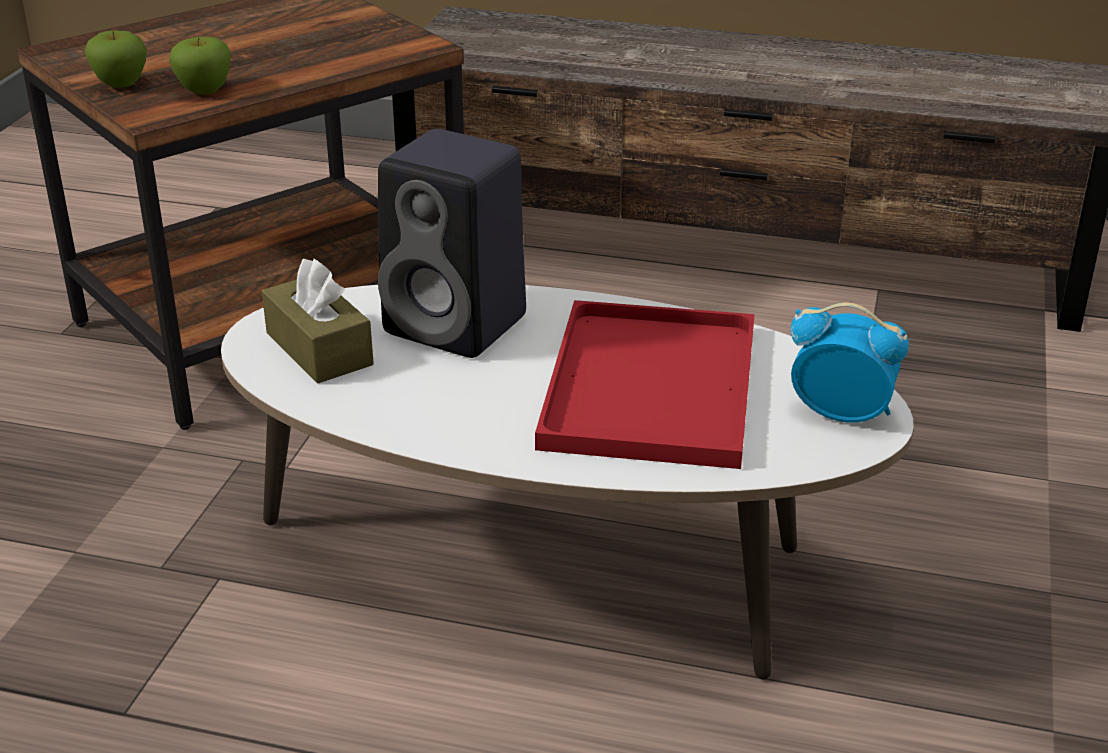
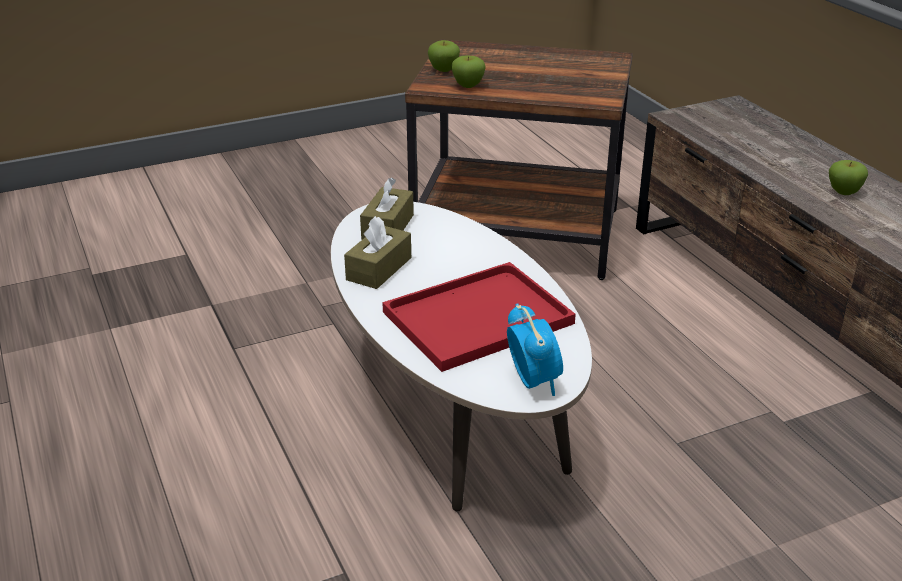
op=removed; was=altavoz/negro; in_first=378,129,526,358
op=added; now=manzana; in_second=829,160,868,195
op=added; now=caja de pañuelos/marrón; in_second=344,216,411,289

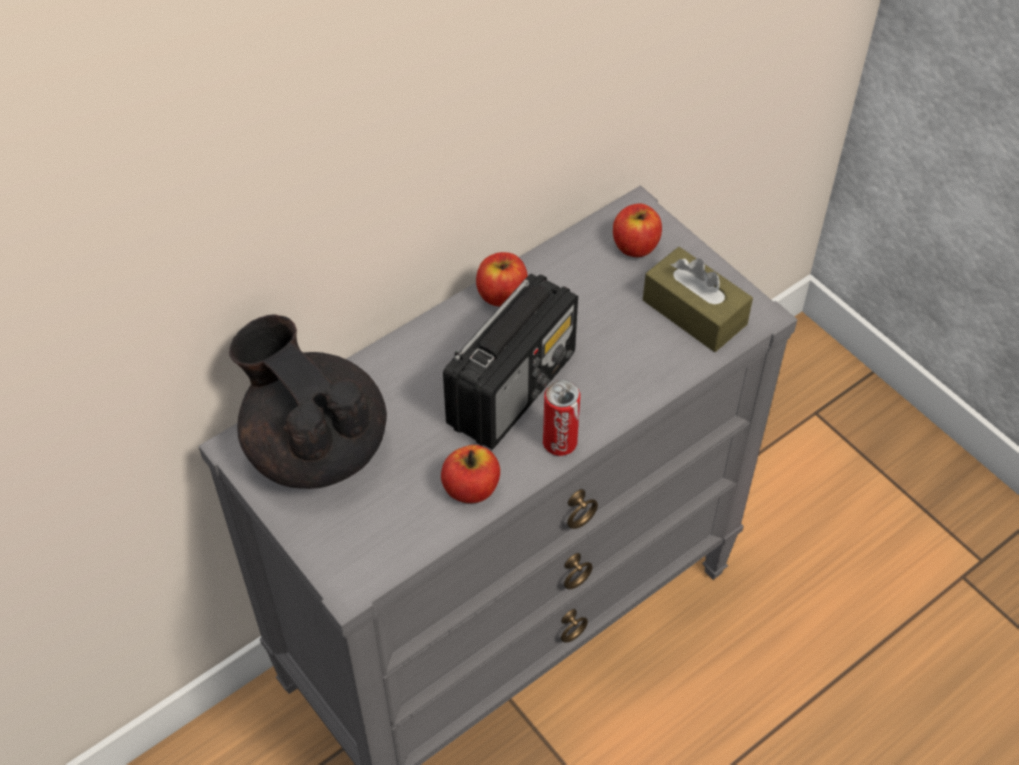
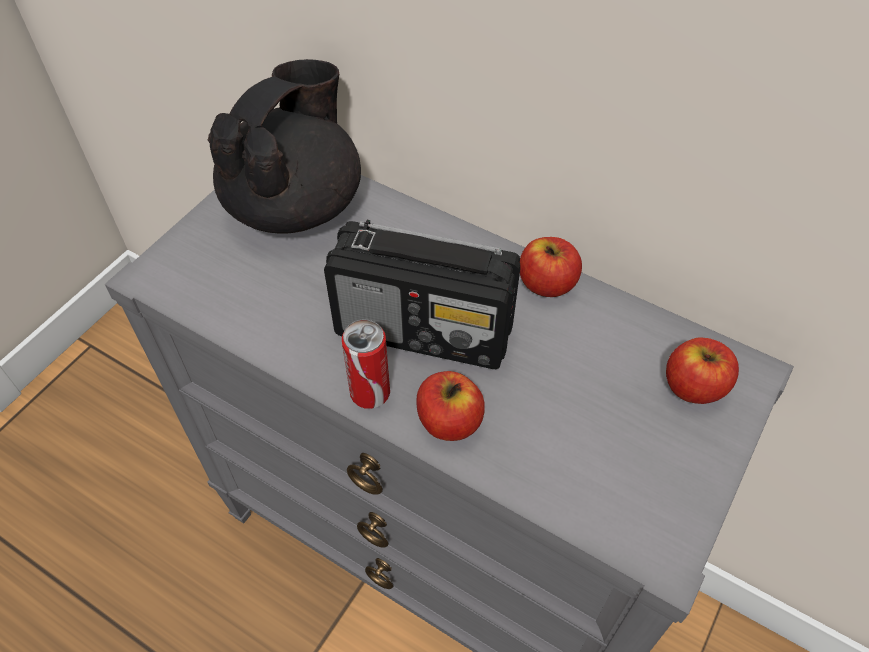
op=removed; was=caja de pañuelos/marrón; in_first=643,247,753,352
op=moved; was=manzana; in_first=441,445,500,503; in_second=416,371,485,441

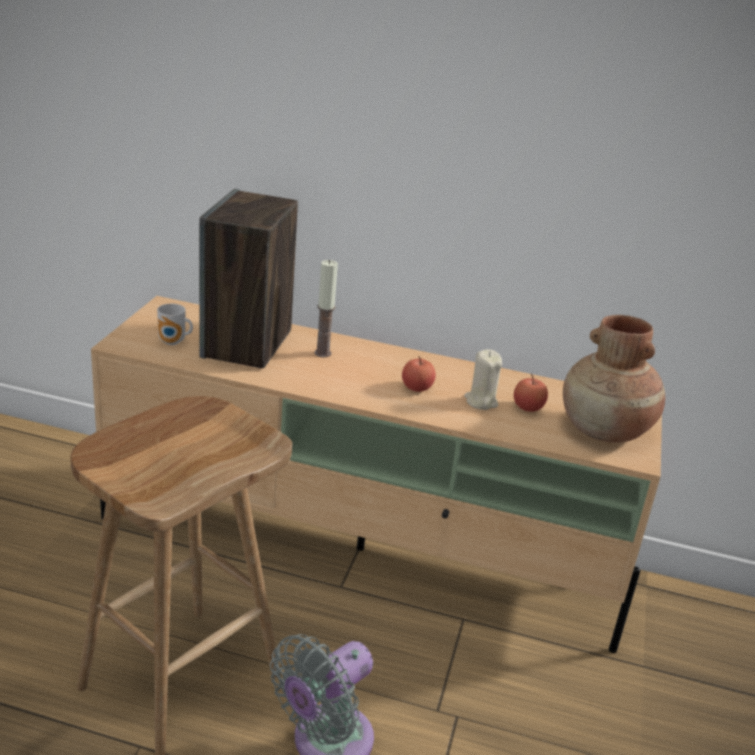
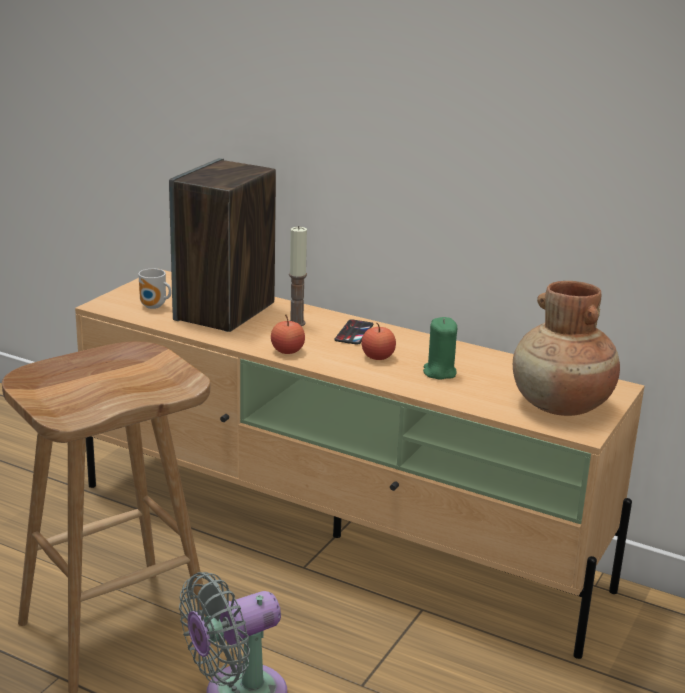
op=recoloured; was=vela/beis; now=vela/verde; in_first=464,349,502,410; in_second=423,317,457,380
op=moved; was=manzana; in_first=514,373,548,412; in_second=271,315,305,354
op=added; now=móvil; in_second=335,319,373,345

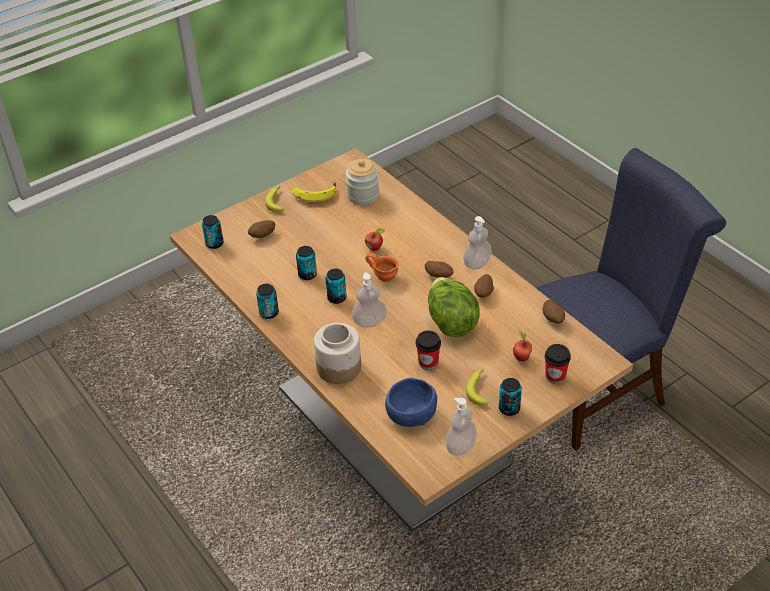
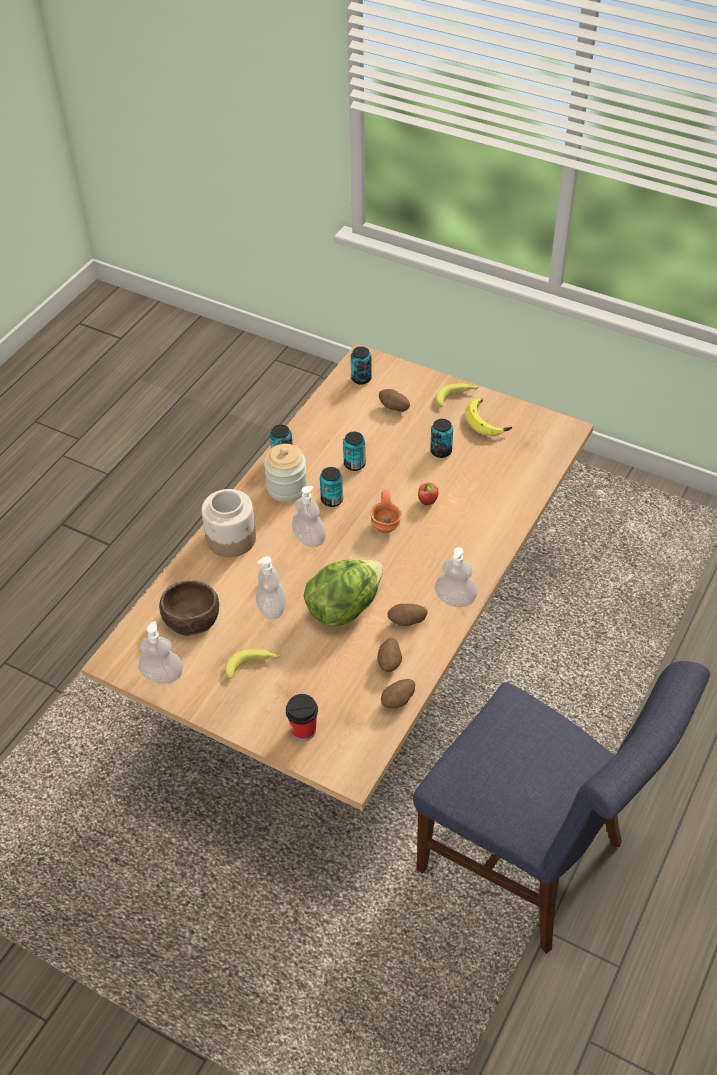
op=moved; was=tarro; in_first=346,159,379,205; in_second=264,444,307,502
op=moved; was=patata; in_first=425,261,453,278; in_second=377,638,402,672
op=replaced; was=taza; now=dispensador de jabón; in_first=416,330,441,370; in_second=256,557,286,620
op=removed; was=manzana; in_first=513,331,532,361
op=recoloured; was=cuenco/azul; now=cuenco/marrón; in_first=385,378,437,427; in_second=159,580,219,636
op=moved; was=lata; in_first=499,378,522,416; in_second=430,419,453,458

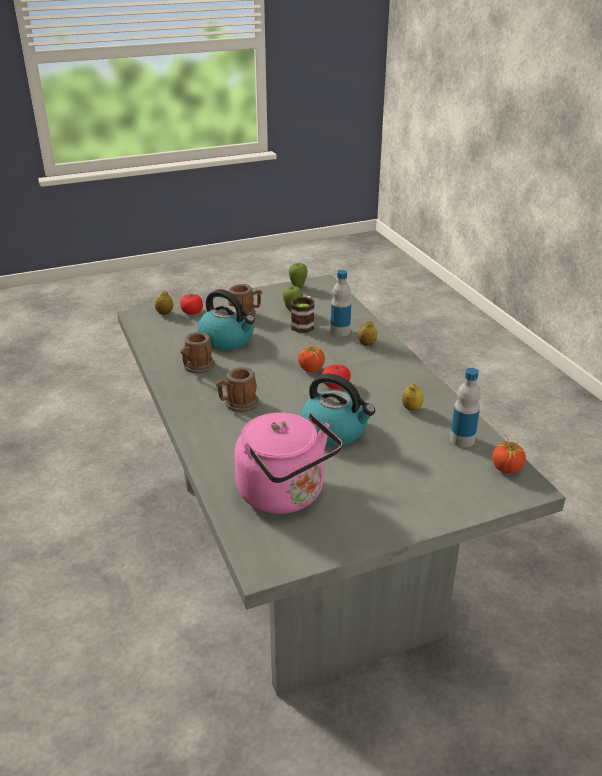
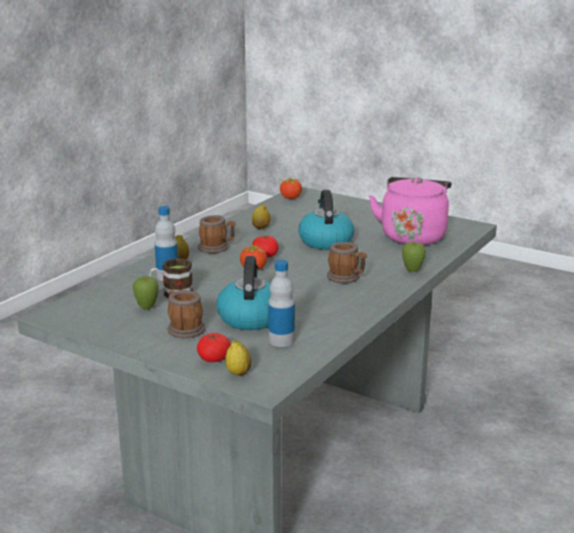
op=moved; was=manzana; in_first=288,263,308,288; in_second=402,242,426,272
op=moved; was=taza grande; in_first=181,332,215,373; in_second=198,215,236,253
op=moved; was=botella; in_first=450,368,481,447; in_second=268,260,295,347

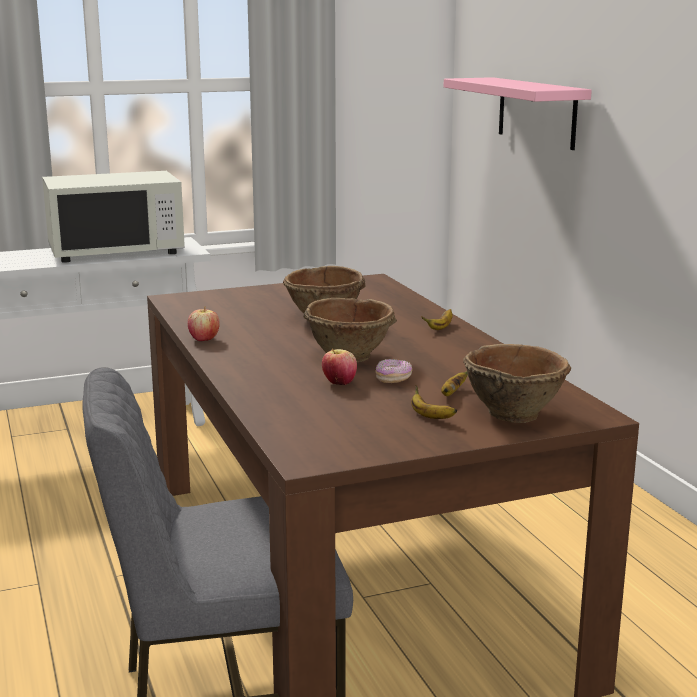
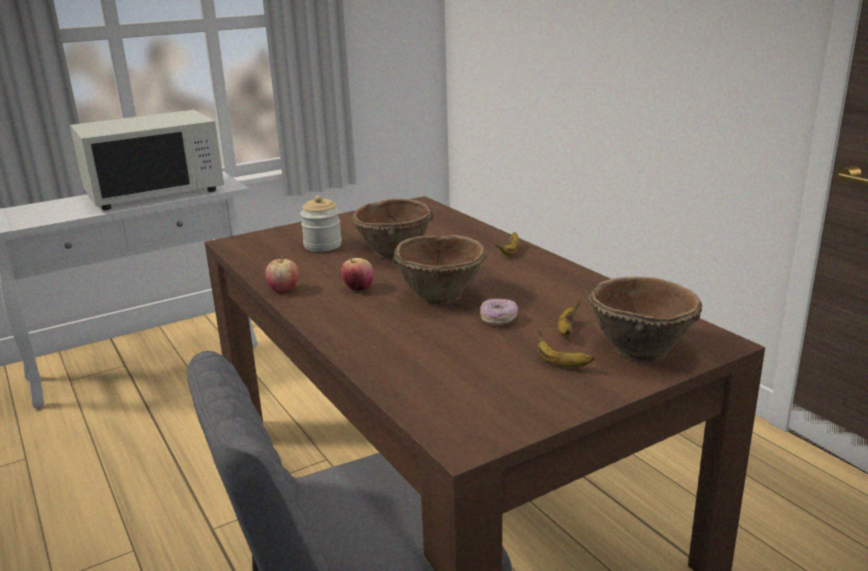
op=removed; was=estante/rosa; in_first=444,77,592,150
op=moved; was=manzana; in_first=322,349,357,385; in_second=341,258,374,291
op=added; now=tarro; in_second=300,195,342,252

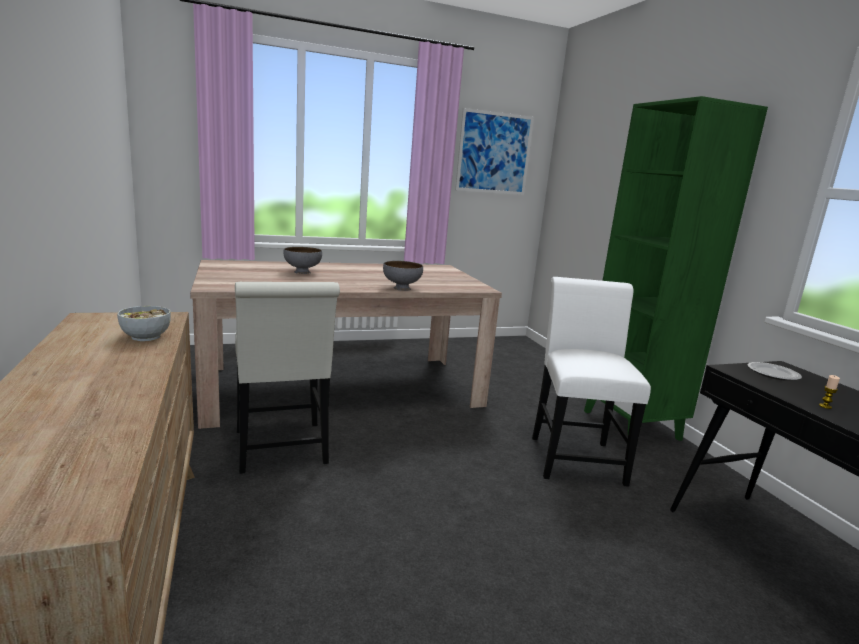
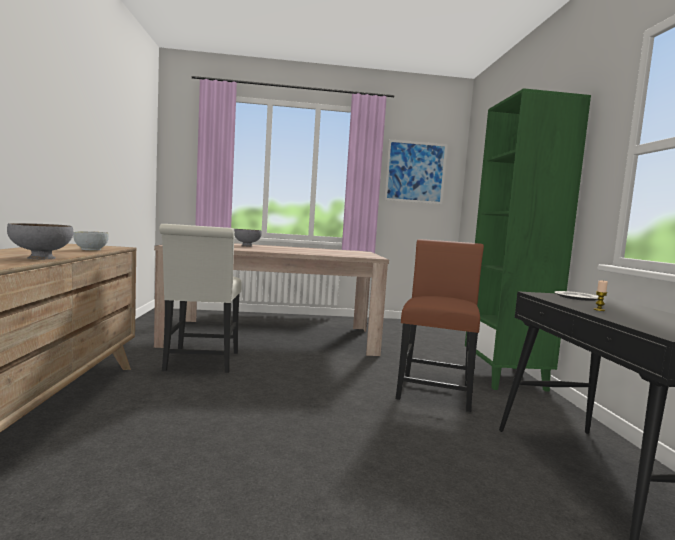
op=moved; was=cuenco/gris; in_first=383,261,423,291; in_second=7,223,73,259
op=recoloured; was=silla/blanco; now=silla/marrón; in_first=532,277,651,487; in_second=396,239,484,412

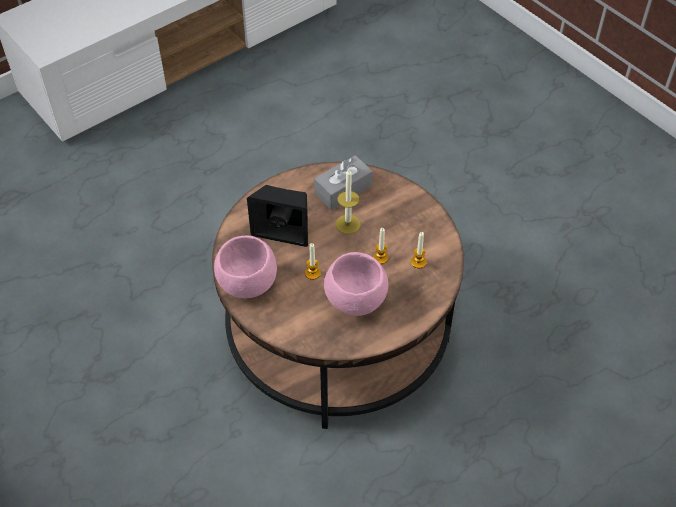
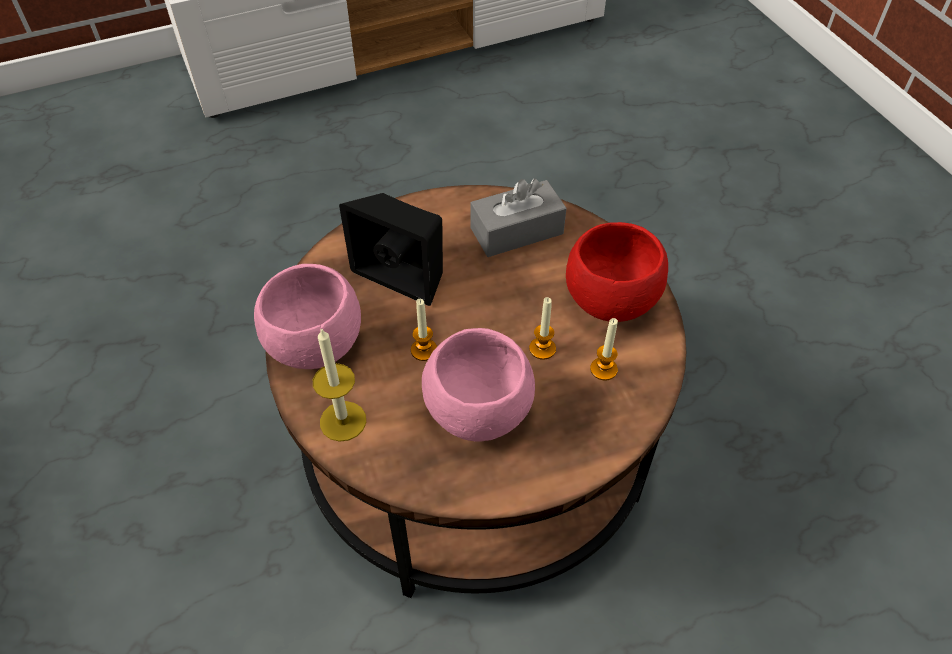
op=moved; was=vela; in_first=336,169,361,234; in_second=313,328,366,442
op=added; now=cuenco/rojo; in_second=566,222,668,322

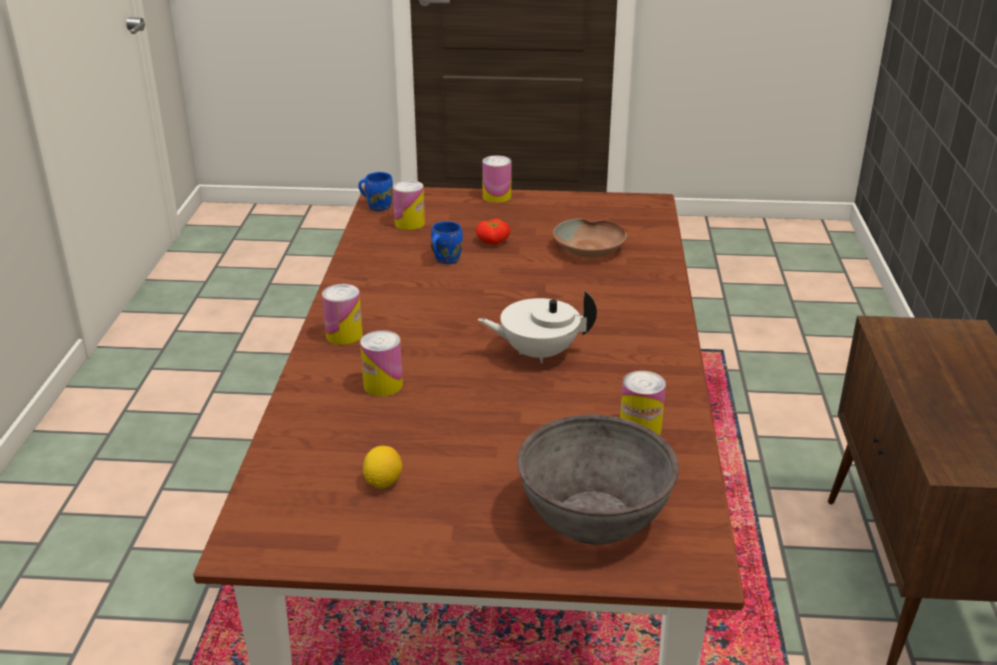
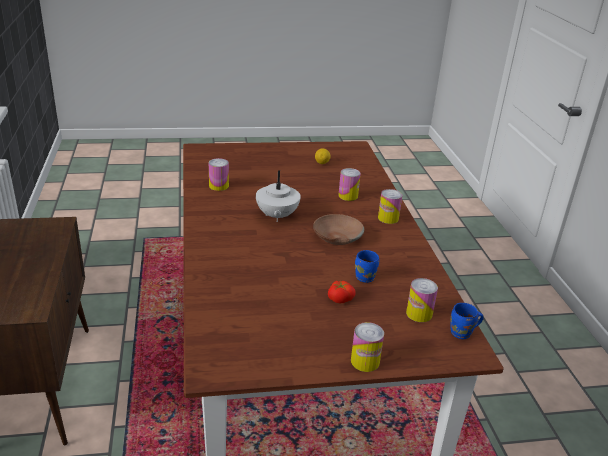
op=moved; was=cuenco/marrón; in_first=553,218,627,258; in_second=313,214,364,245
op=turned; was=tetera/blanco; in_first=478,291,597,363; in_second=256,170,301,222; clockwise=105
op=removed; was=cuenco/gris; in_first=517,415,679,545

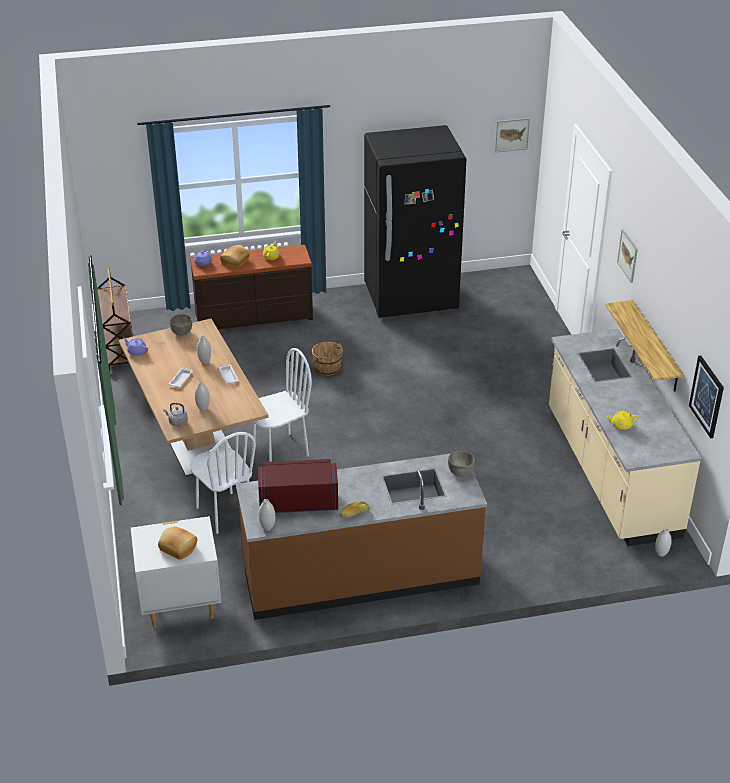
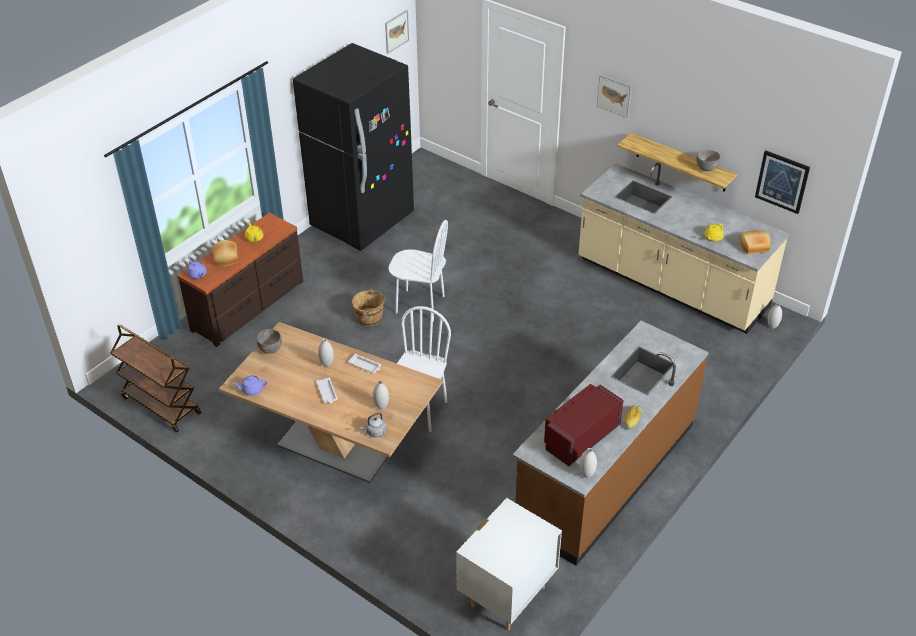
op=moved; was=silla/blanco; in_first=190,432,256,534; in_second=388,220,448,321
op=moved; was=cuenco/gris; in_first=448,451,475,477; in_second=696,150,720,171
op=moved; was=pan; in_first=158,526,197,560; in_second=740,230,770,254

